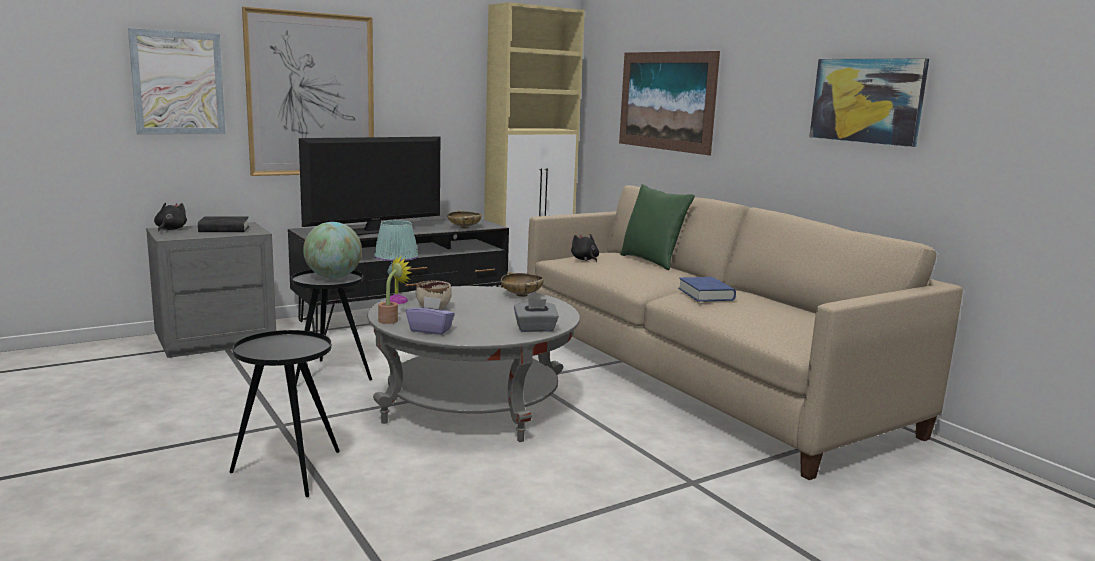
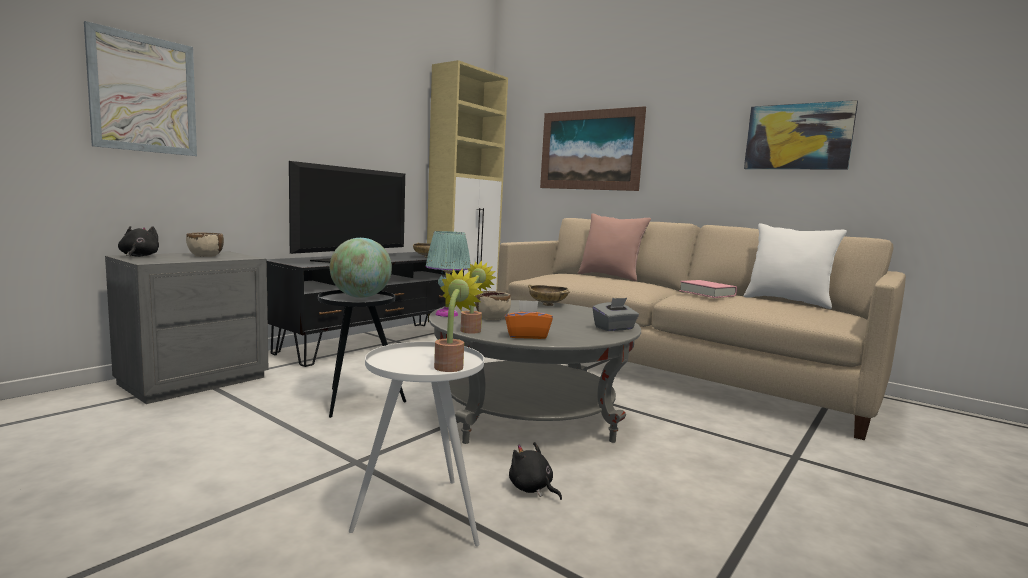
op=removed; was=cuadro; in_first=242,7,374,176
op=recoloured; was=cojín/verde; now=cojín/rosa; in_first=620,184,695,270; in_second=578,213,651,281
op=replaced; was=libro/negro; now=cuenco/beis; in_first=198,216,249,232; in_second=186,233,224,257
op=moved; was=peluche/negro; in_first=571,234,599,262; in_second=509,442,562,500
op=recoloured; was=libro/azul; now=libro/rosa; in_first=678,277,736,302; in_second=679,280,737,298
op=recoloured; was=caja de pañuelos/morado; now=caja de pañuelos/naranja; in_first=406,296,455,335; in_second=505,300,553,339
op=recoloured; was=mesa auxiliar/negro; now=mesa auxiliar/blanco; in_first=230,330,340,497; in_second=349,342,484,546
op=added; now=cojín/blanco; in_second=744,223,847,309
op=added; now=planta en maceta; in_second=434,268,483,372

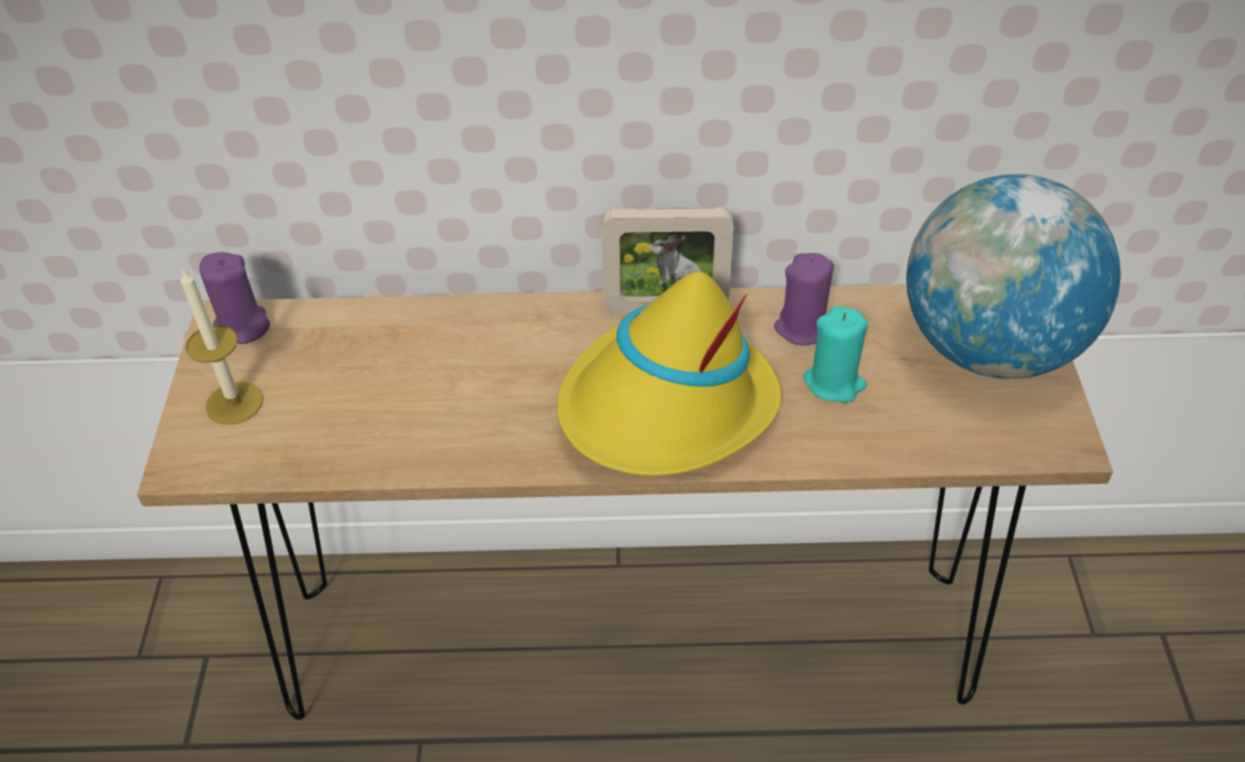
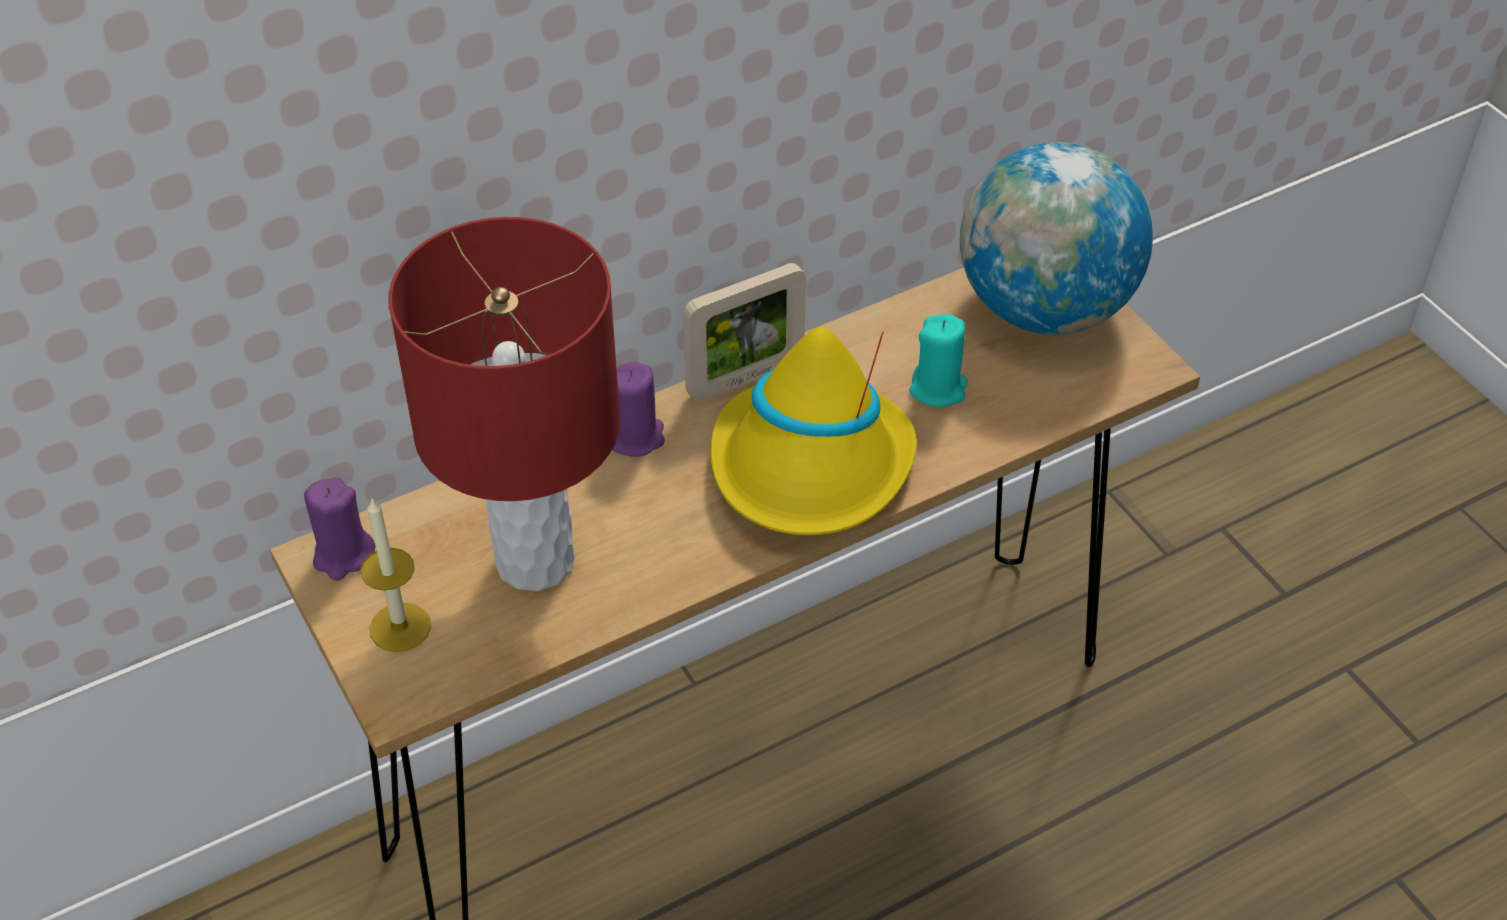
op=moved; was=vela/morado; in_first=774,253,834,346; in_second=612,362,665,457
op=added; now=lámpara de mesa/rojo; in_second=389,217,621,591

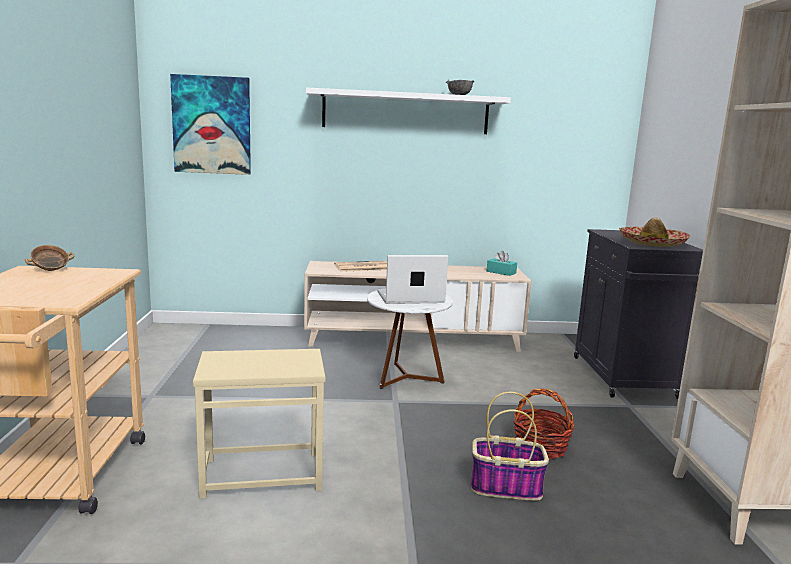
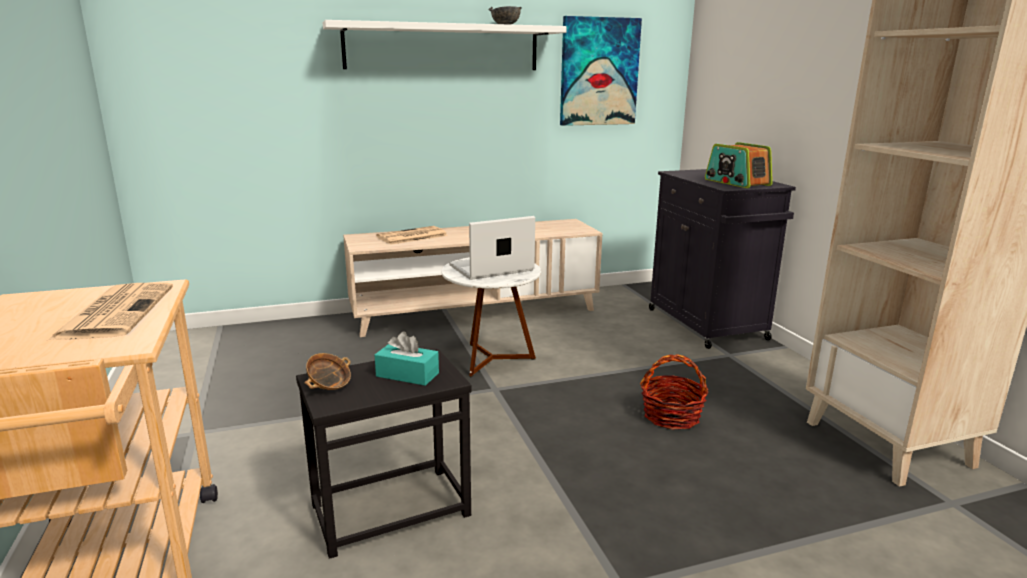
op=moved; was=cuadro; in_first=170,74,251,175; in_second=560,16,642,126
op=replaced; was=sombrero; now=radio; in_first=619,218,690,247; in_second=705,142,773,188
op=moved; was=cuenco; in_first=25,245,74,271; in_second=304,353,351,390
op=moved; was=caja de pañuelos/turquesa; in_first=487,251,517,276; in_second=375,331,439,386
op=recoloured; was=mesa auxiliar/beis; now=mesa auxiliar/negro; in_first=193,349,325,499; in_second=296,349,472,559
op=removed; was=cesta; in_first=471,392,549,501
op=added; now=periódico; in_second=47,282,173,341

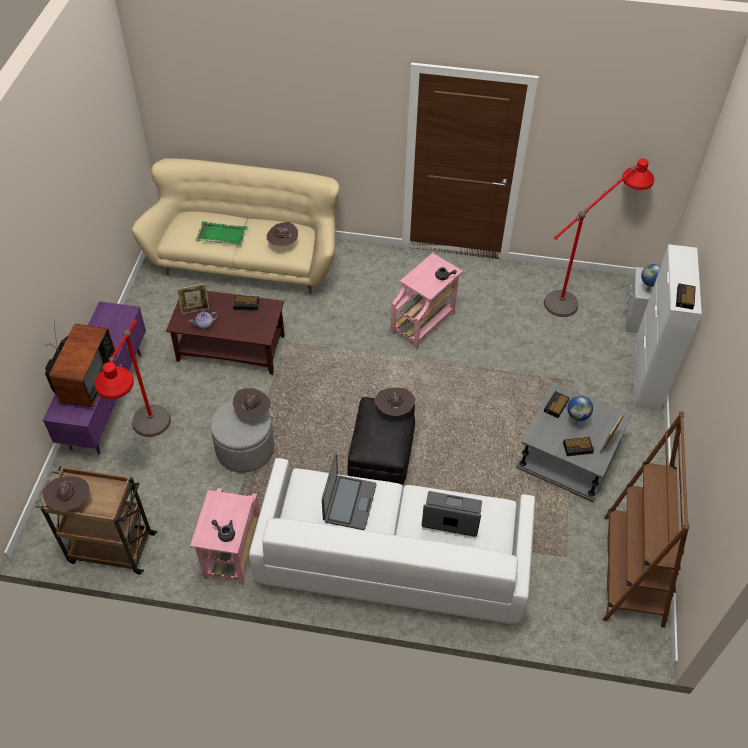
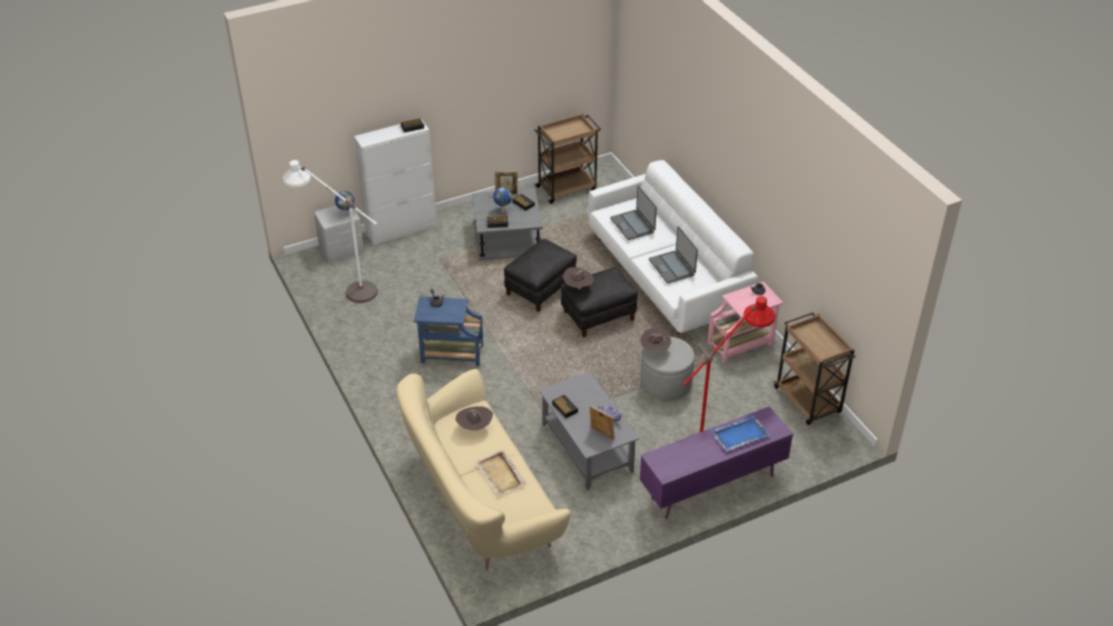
op=recoloured; was=lámpara de pie/rojo; now=lámpara de pie/blanco; in_first=544,159,654,317; in_second=282,160,378,303
op=recoloured; was=bandeja/verde; now=bandeja/beis; in_first=196,221,248,245; in_second=475,450,527,496
op=recoloured; was=mesa auxiliar/rosa; now=mesa auxiliar/azul; in_first=391,253,463,349; in_second=414,297,483,366
op=recoloured; was=mesa de centro/marrón; now=mesa de centro/gris; in_first=166,291,285,375; in_second=539,372,639,490
op=replaced; was=televisor; now=bandeja/azul; in_first=45,319,116,407; in_second=711,416,770,452
op=replaced; was=estantería/marrón; now=carrito/marrón; in_first=603,411,689,628; in_second=534,113,601,204
op=turned; was=portátil; in_first=322,453,377,530; in_second=649,226,698,283; clockwise=-90
op=removed; was=sombrero/marrón; in_first=43,476,90,512
op=added; now=puf/negro; in_second=504,239,577,312

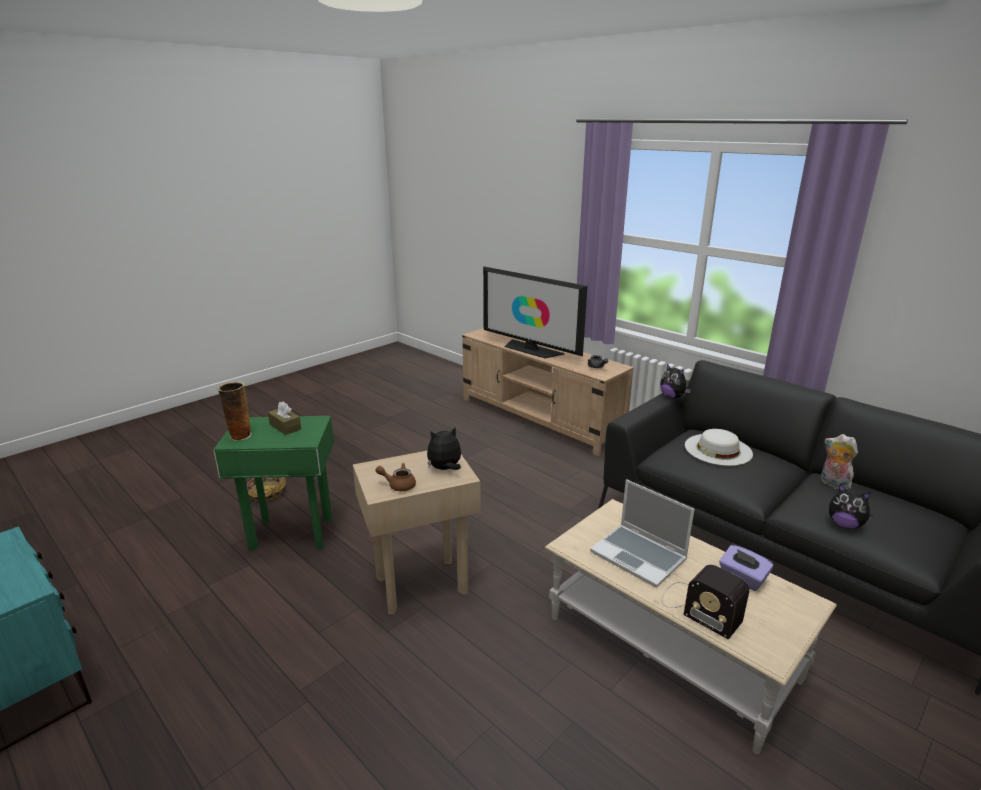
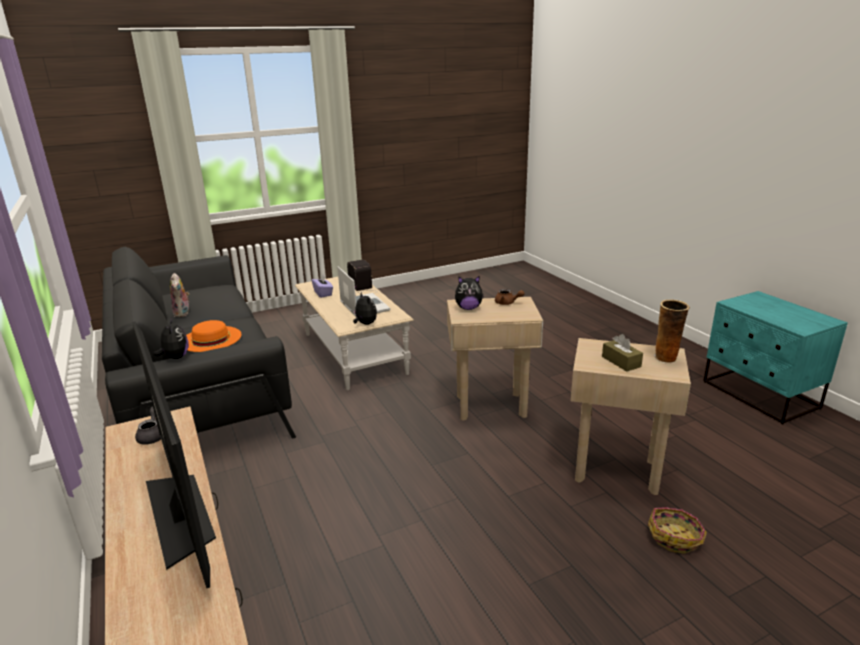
op=recoloured; was=mesa auxiliar/verde; now=mesa auxiliar/beis; in_first=213,416,334,551; in_second=571,338,691,495
op=recoloured; was=sombrero/blanco; now=sombrero/naranja; in_first=685,429,753,466; in_second=186,320,242,352
op=moved; was=peluche; in_first=829,483,874,529; in_second=353,292,377,325

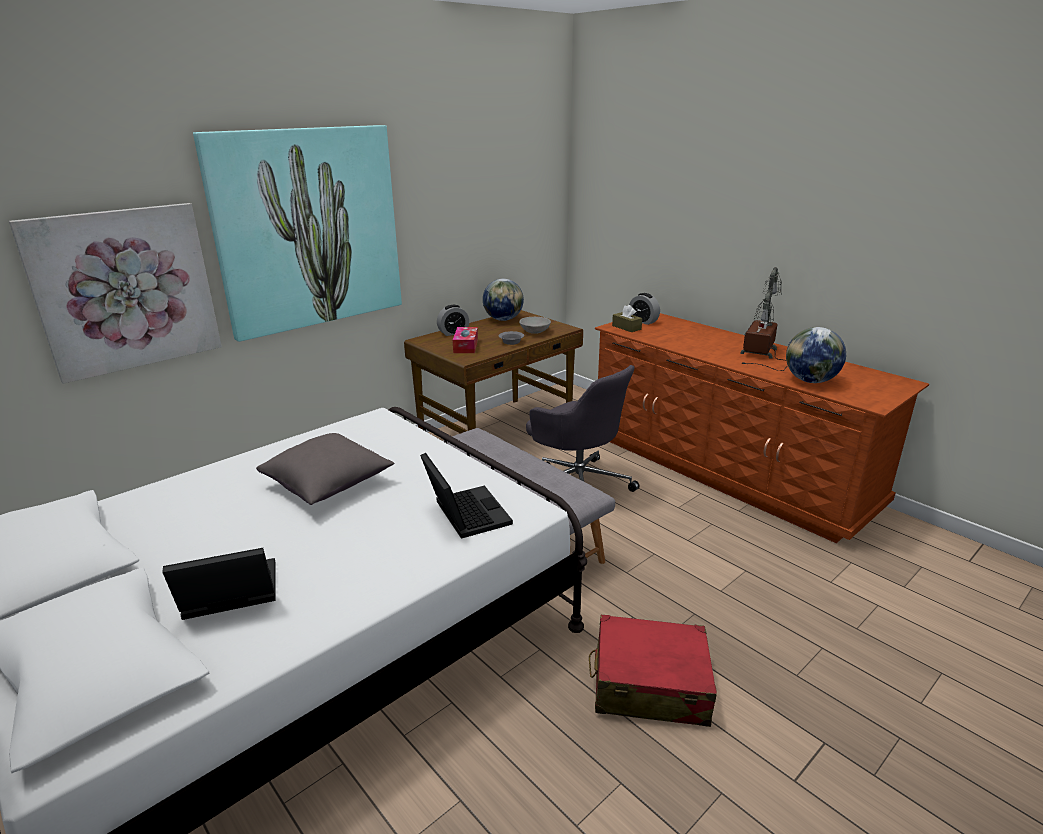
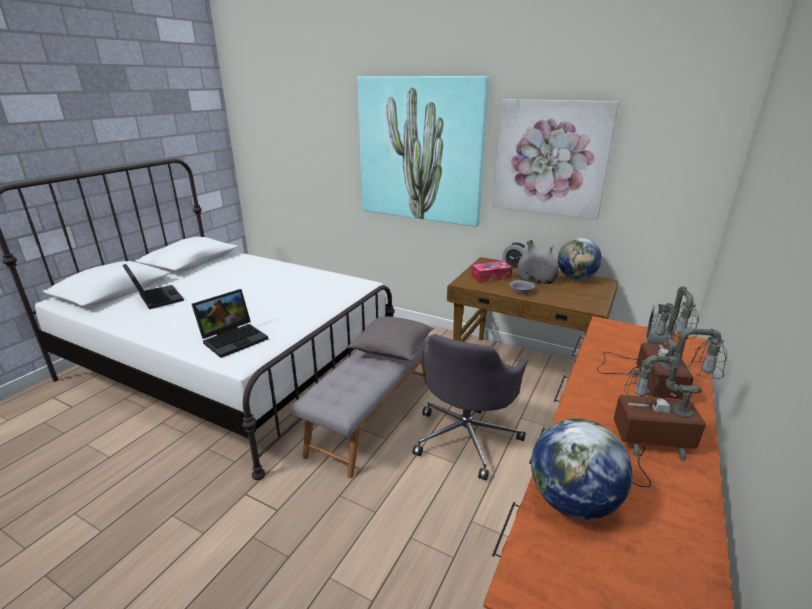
op=moved; was=cuadro; in_first=9,203,222,384; in_second=493,99,619,220
op=removed; was=caja de pañuelos/marrón; in_first=612,305,642,332
op=removed; was=cuenco/gris; in_first=519,317,551,334
op=moved; was=cojín/gris; in_first=256,433,394,505; in_second=348,317,434,361
op=removed; was=maleta/rojo; in_first=589,614,717,727
op=added; now=florero/gris; in_second=517,240,559,284
op=added; now=lámpara de mesa; in_second=597,286,699,400

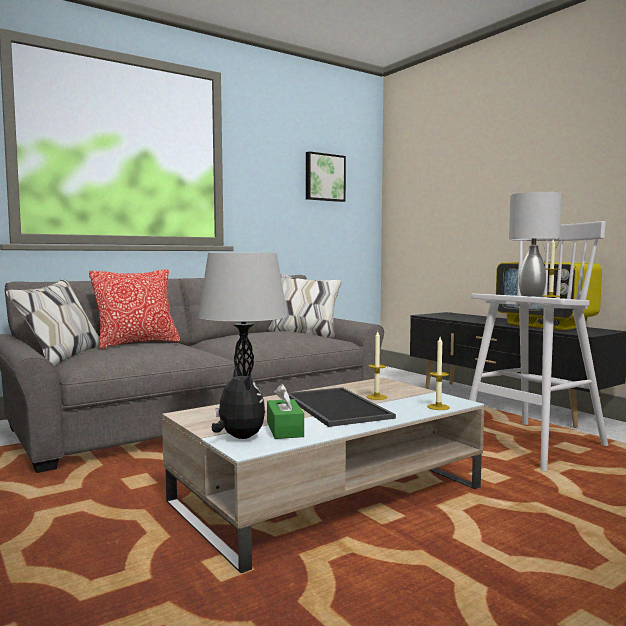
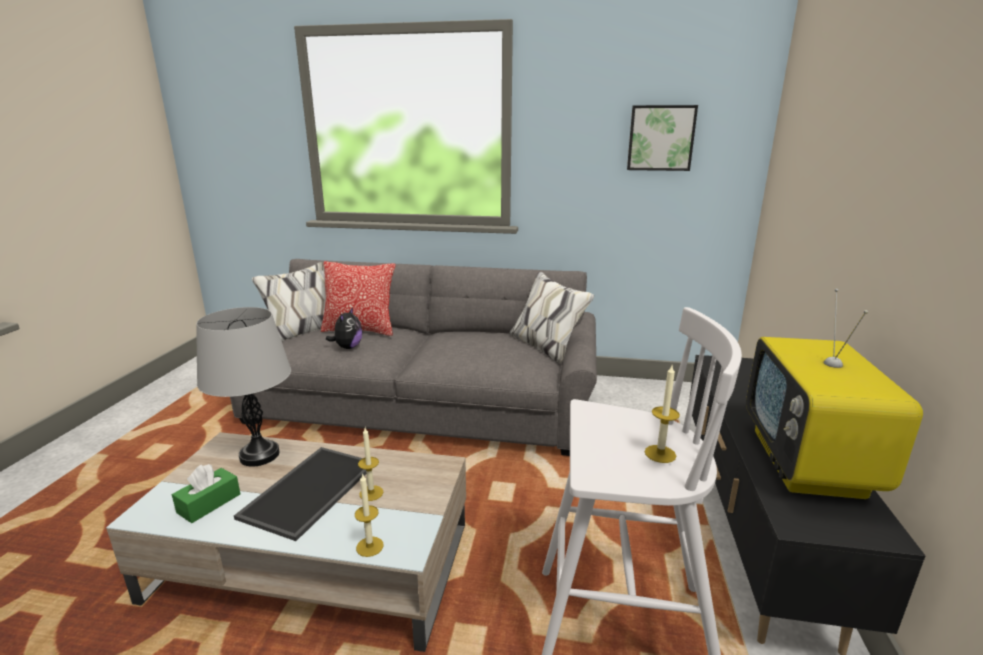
op=removed; was=lámpara de mesa/gris; in_first=509,192,562,296
op=moved; was=peluche; in_first=212,367,265,439; in_second=326,307,362,349

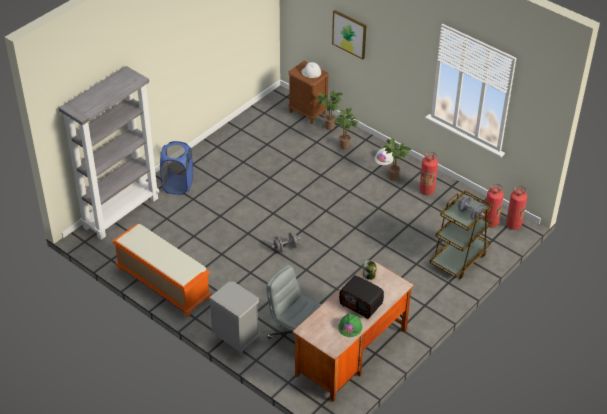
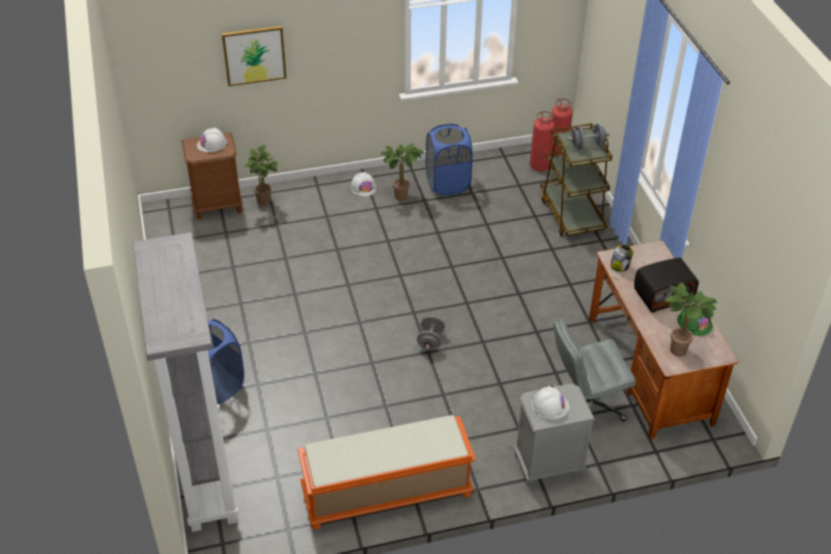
op=moved; was=planta en maceta; in_first=335,108,359,149; in_second=665,282,717,357
op=replaced; was=extintor; now=cesto de la ropa/azul; in_first=419,151,438,195; in_second=426,124,472,195
op=added; now=casco/blanco; in_second=531,387,570,419

